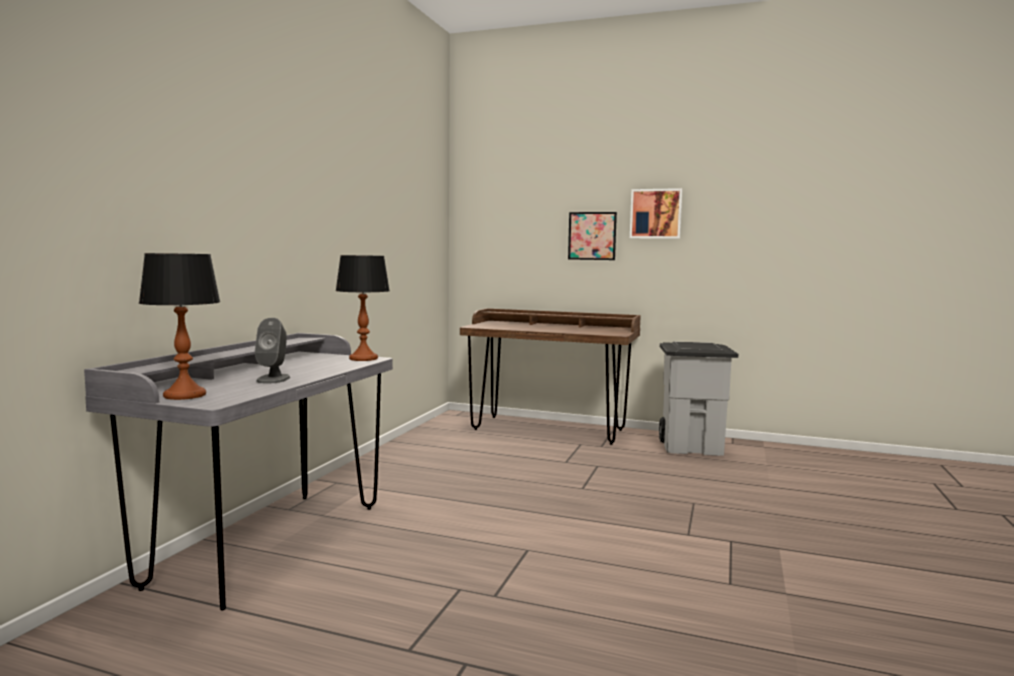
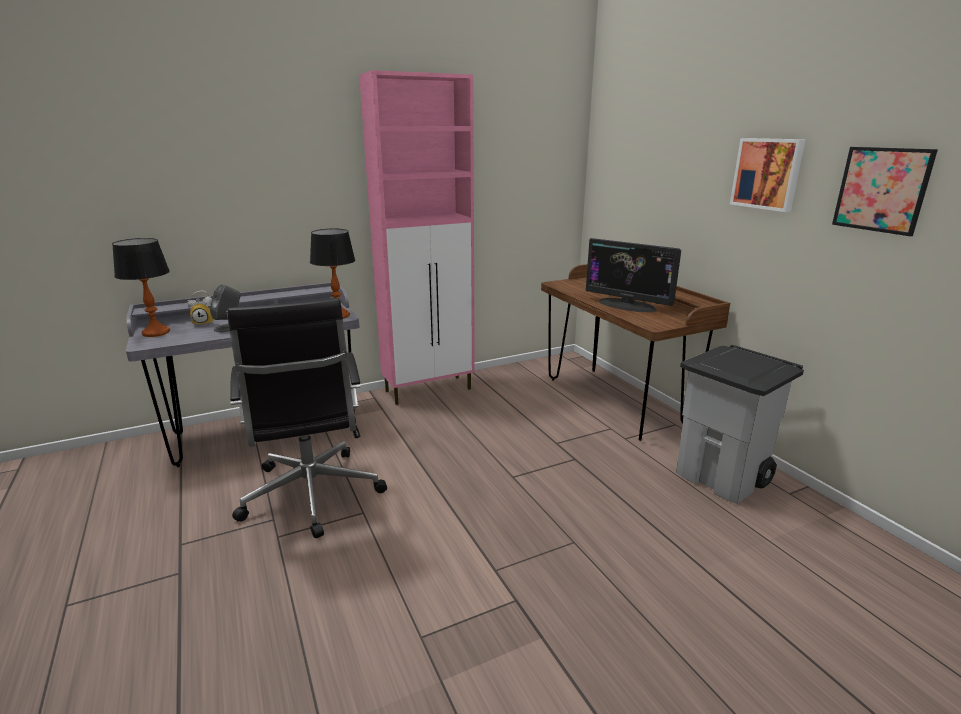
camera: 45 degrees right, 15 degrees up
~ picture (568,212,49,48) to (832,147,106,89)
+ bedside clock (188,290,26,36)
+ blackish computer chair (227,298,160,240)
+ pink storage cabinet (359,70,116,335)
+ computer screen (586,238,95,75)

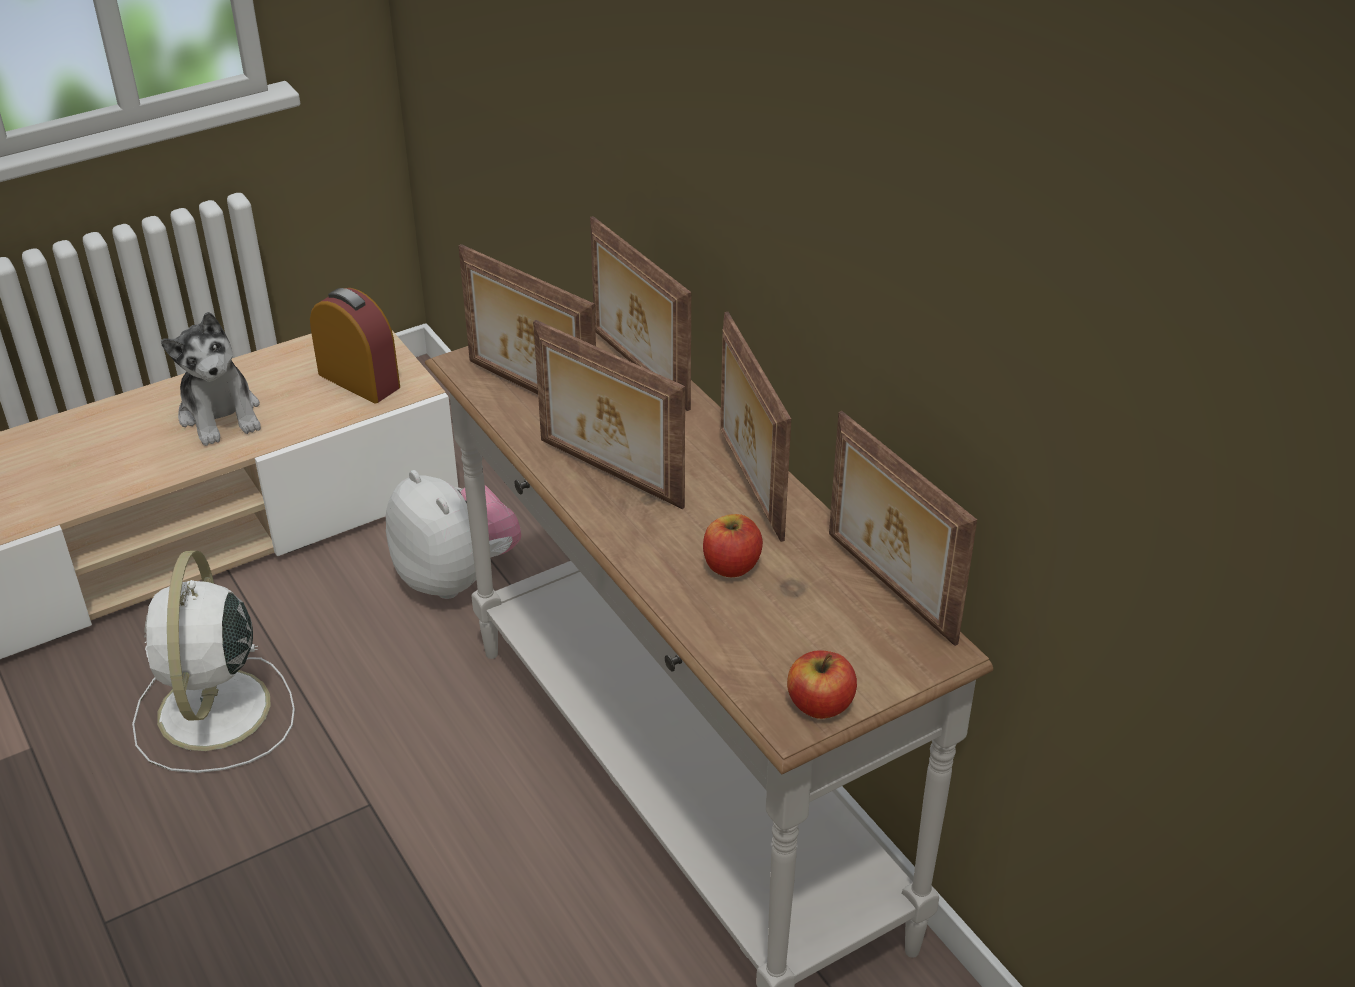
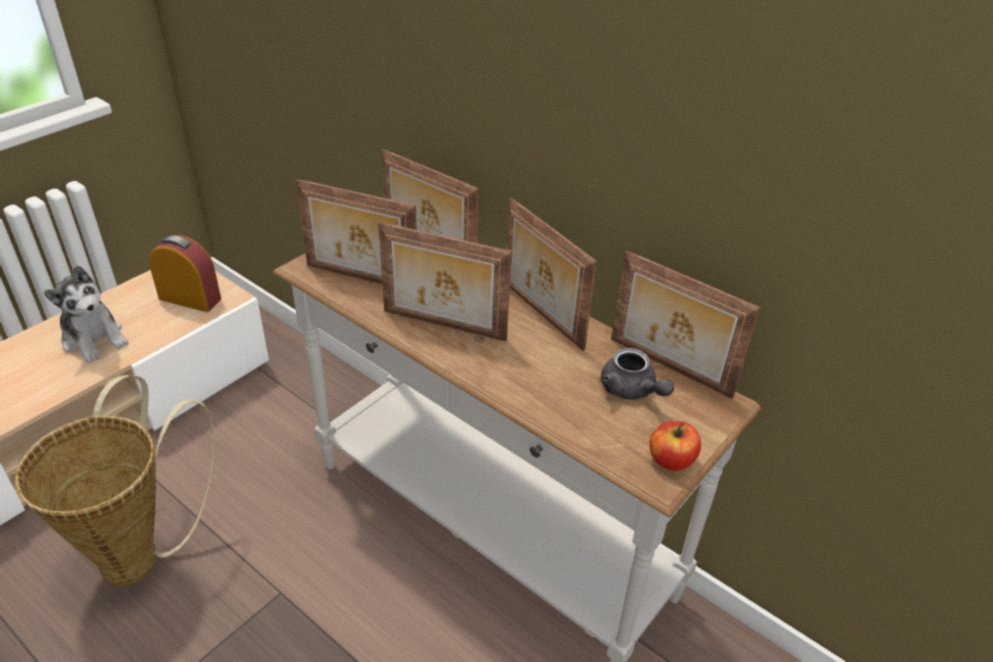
camera: 20 degrees left, 0 degrees up
~ whitish fan (132,551,163,222) to household basket (15,375,199,211)
- soft toy (386,470,135,129)
- apple fruit (703,514,60,63)
+ gray pot for tea (601,348,73,52)

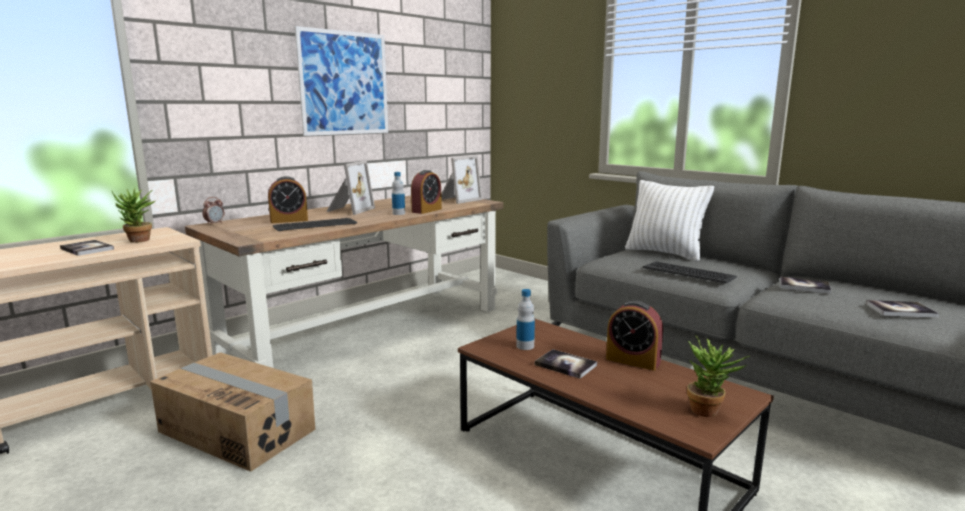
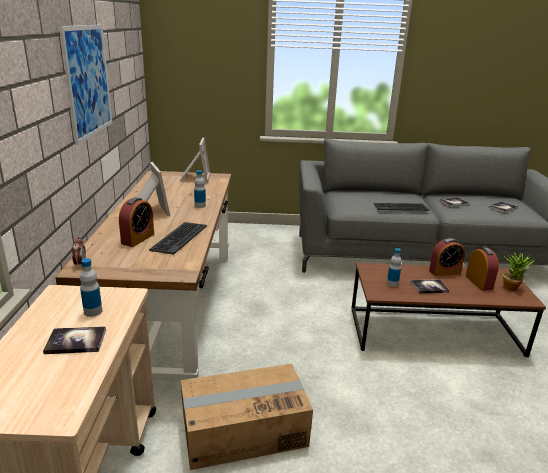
camera: 45 degrees left, 10 degrees up
~ houseplant (111,188,44,55) to drink bottle (80,258,22,59)
~ bedside clock (411,170,31,44) to (465,247,34,44)
- whitish cushion (625,180,89,82)

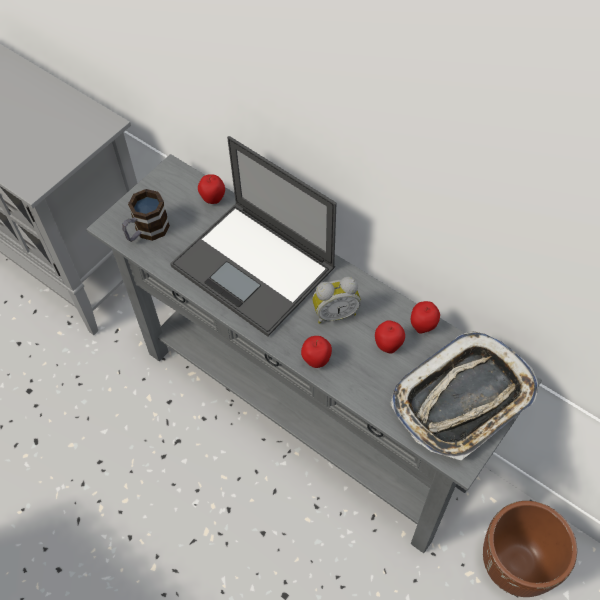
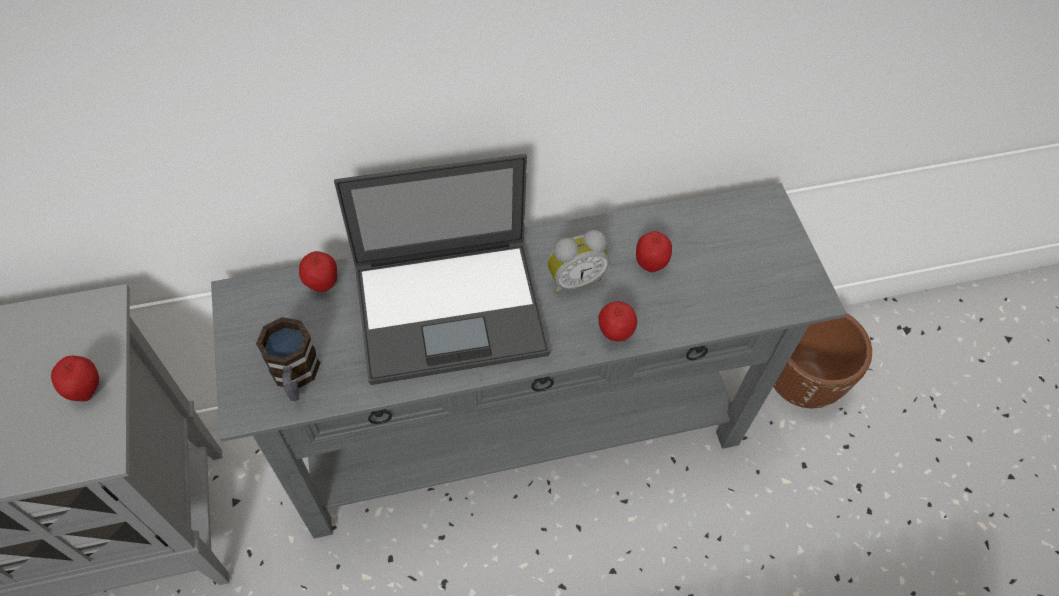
camera: 55 degrees left, 0 degrees up
~ bedside clock (312,277,49,47) = (547,230,63,64) 45 degrees clockwise
- tray (391,331,147,129)
~ apple fruit (411,301,29,32) to (51,356,48,46)

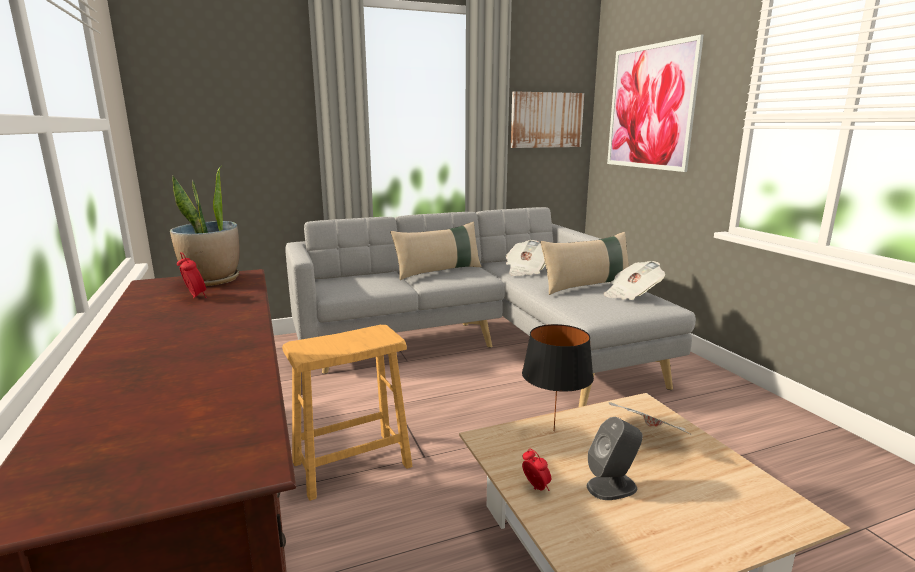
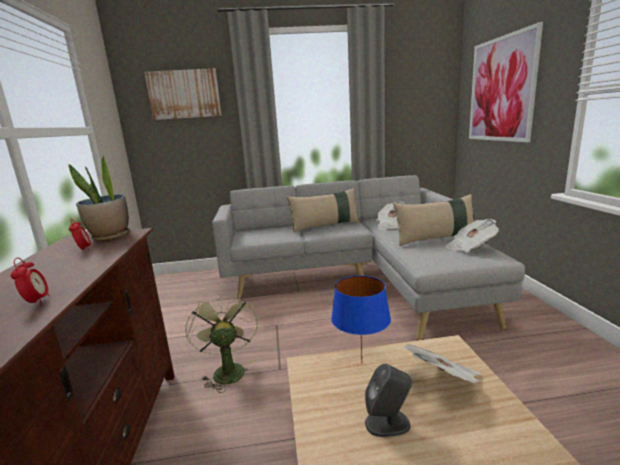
camera: 15 degrees right, 0 degrees up
~ brown stool (282,325,130,176) to greenish fan (185,293,73,100)
~ picture (511,91,73,57) to (145,68,77,52)
~ blackish table lamp (522,324,72,107) to blue table lamp (331,275,60,88)
~ bedside clock (522,449,29,42) to (11,258,38,47)

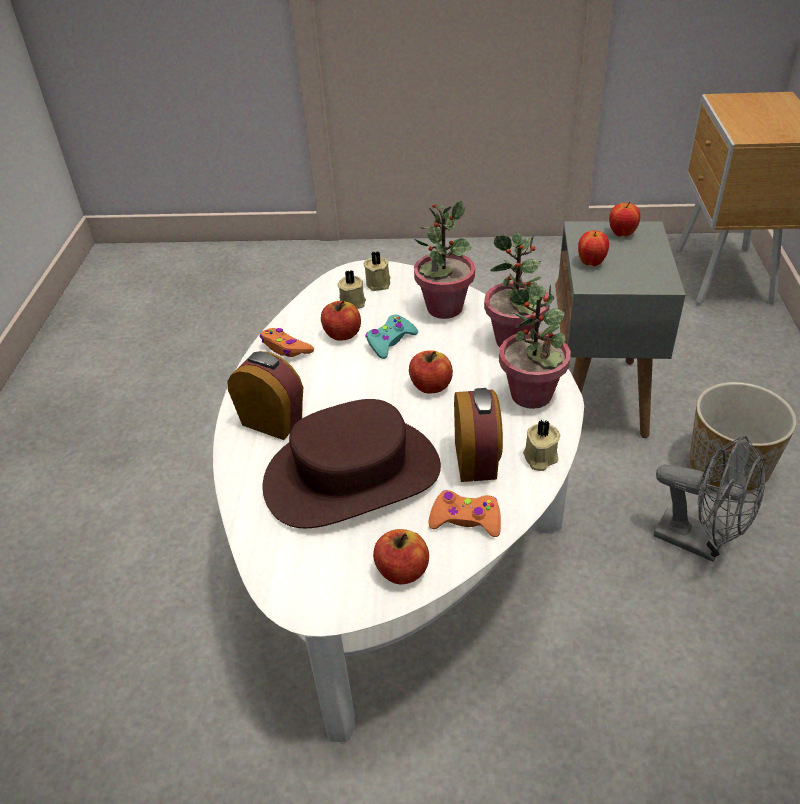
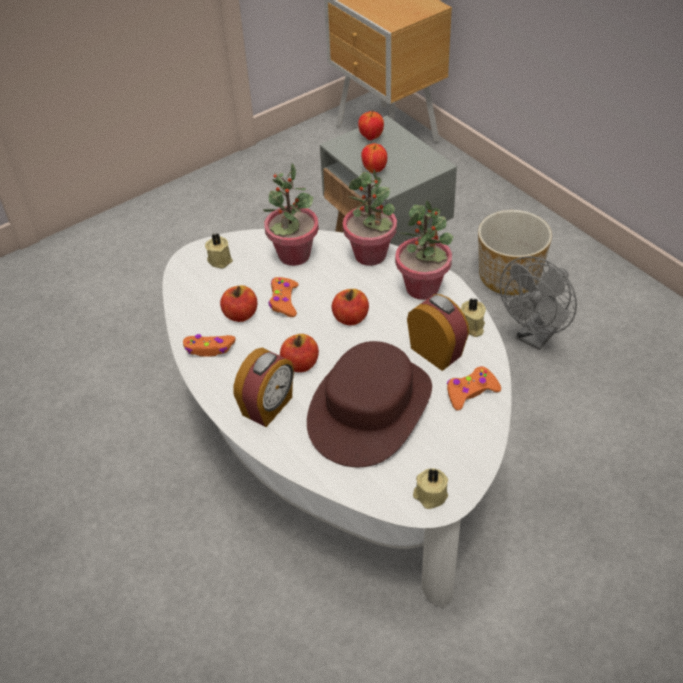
camera: 40 degrees left, 5 degrees up
~ bedside clock (228,351,75,89) = (234,348,60,79) 135 degrees clockwise
~ beige wax candle (337,270,29,39) to (413,468,35,41)
~ turquoise-coloured gamepad (365,314,53,45) to orangey gamepad (269,277,30,40)
~ apple fruit (373,529,56,55) to (280,334,39,38)
~ gray fan (654,436,111,126) = (500,256,77,94) 135 degrees clockwise

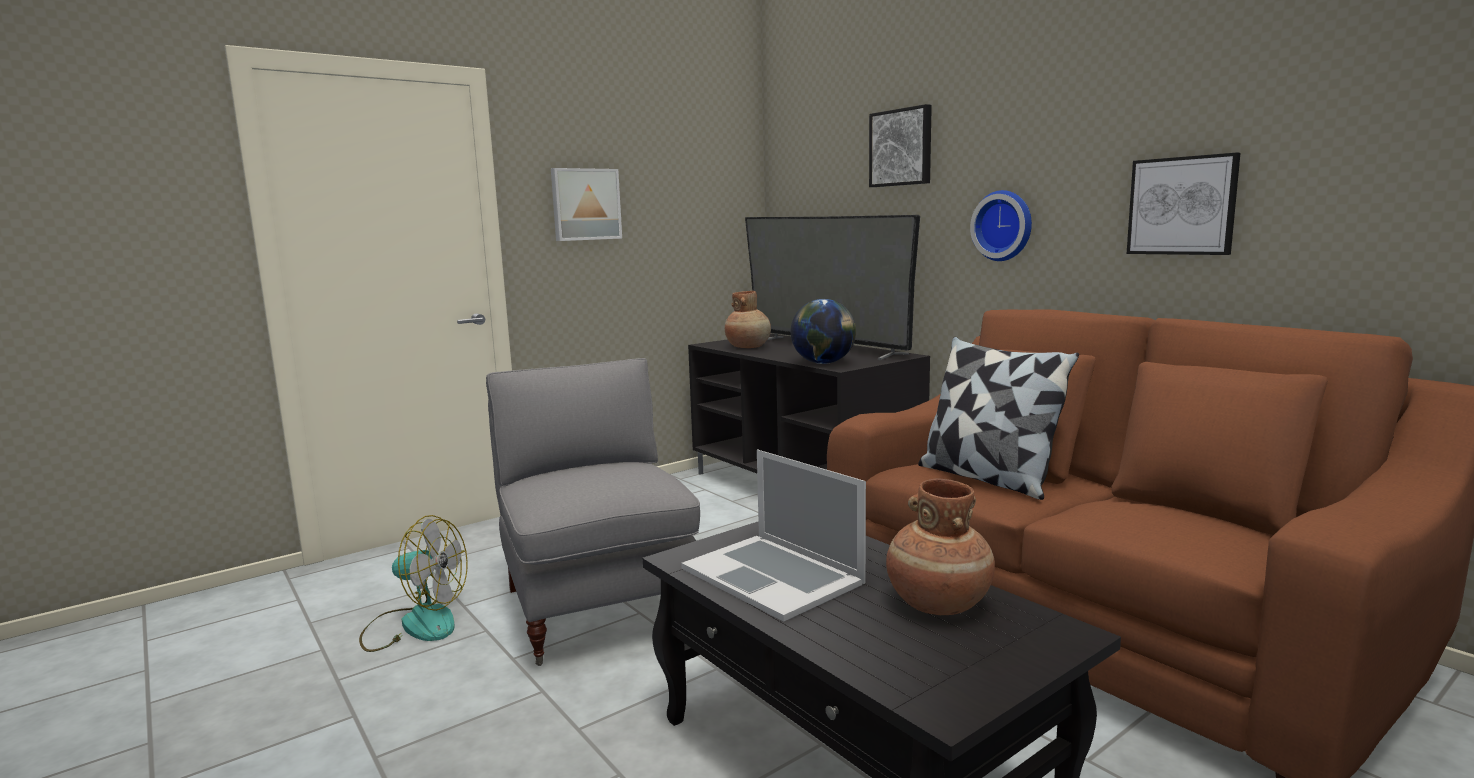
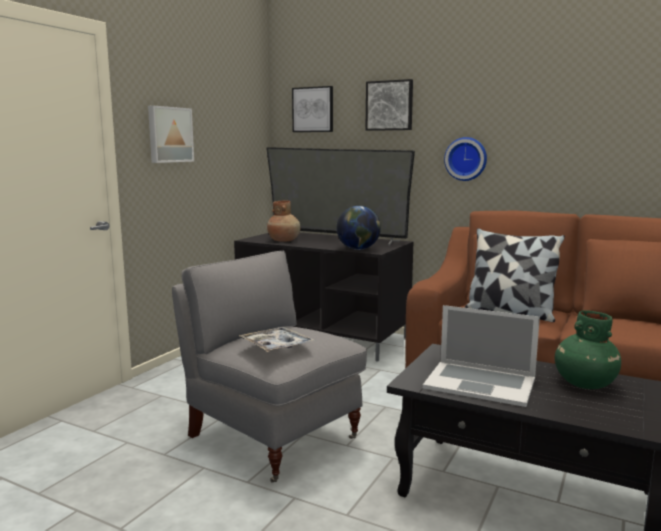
camera: 25 degrees left, 0 degrees up
- fan (359,515,109,137)
~ brown decorative vase (886,479,109,136) to greenish decorative vase (555,310,66,79)
~ picture (1127,153,114,102) to (292,86,41,46)
+ tray (239,327,76,25)

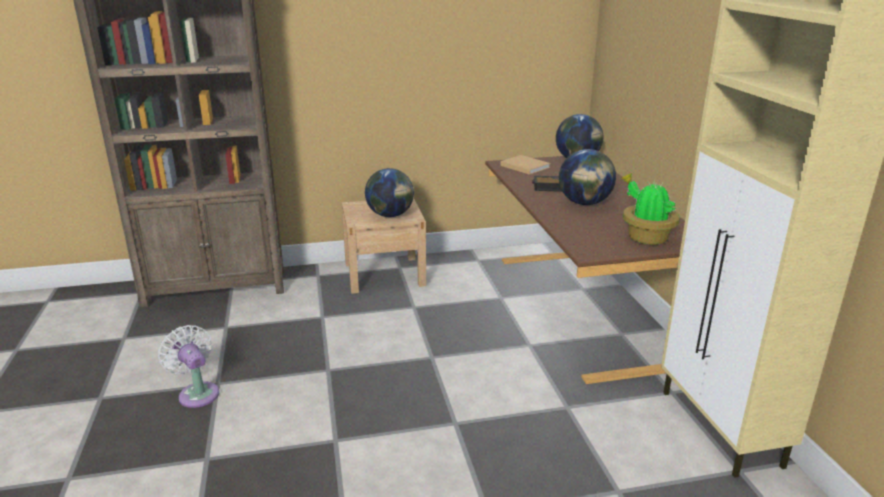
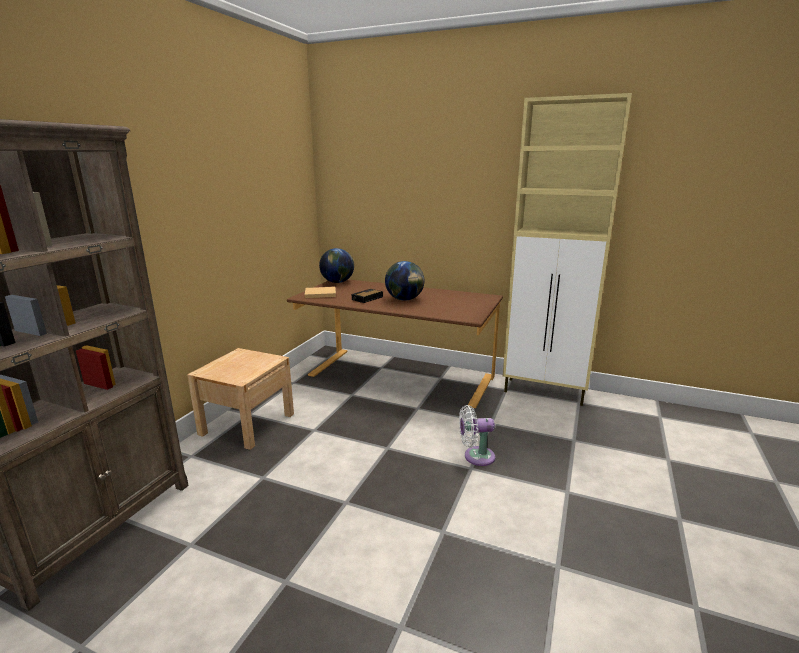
camera: 55 degrees left, 5 degrees down
~ whitish fan (158,325,61,83) to (459,405,36,61)
- globe (365,168,49,49)
- houseplant (621,173,59,72)

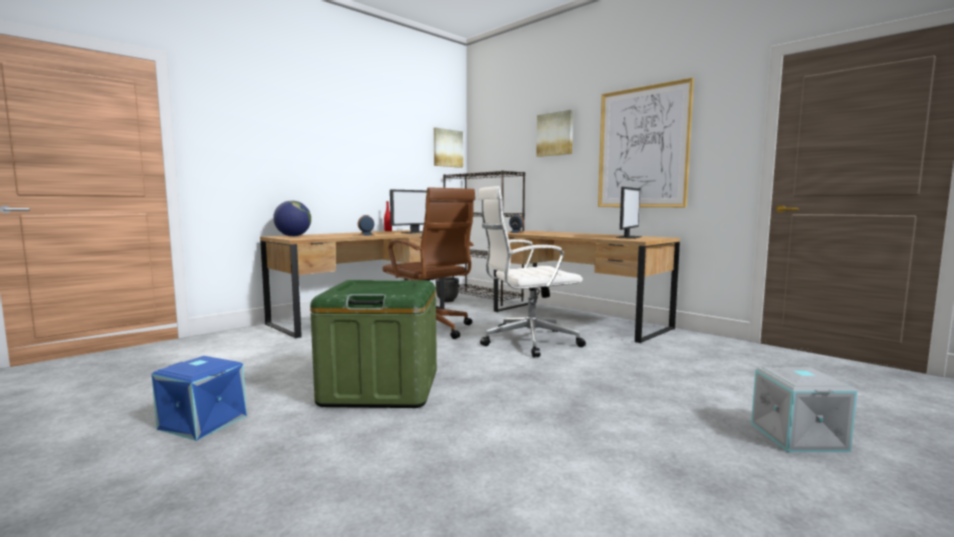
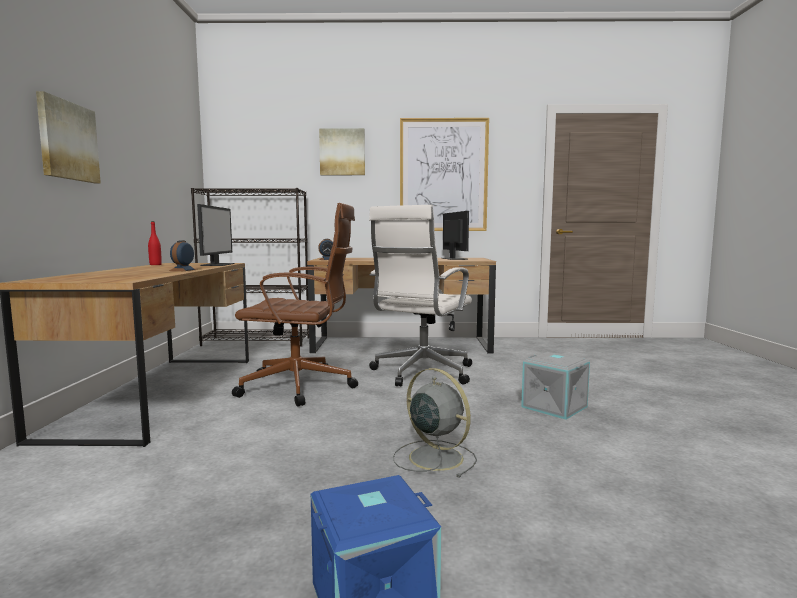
camera: 45 degrees left, 0 degrees up
- globe (273,200,38,36)
~ greenish storage container (310,280,127,128) to gray fan (393,368,84,110)
~ picture (434,128,29,40) to (36,91,65,92)
- blackish flower pot (436,277,23,25)
~ gray storage container (751,367,106,85) to (521,352,69,68)

